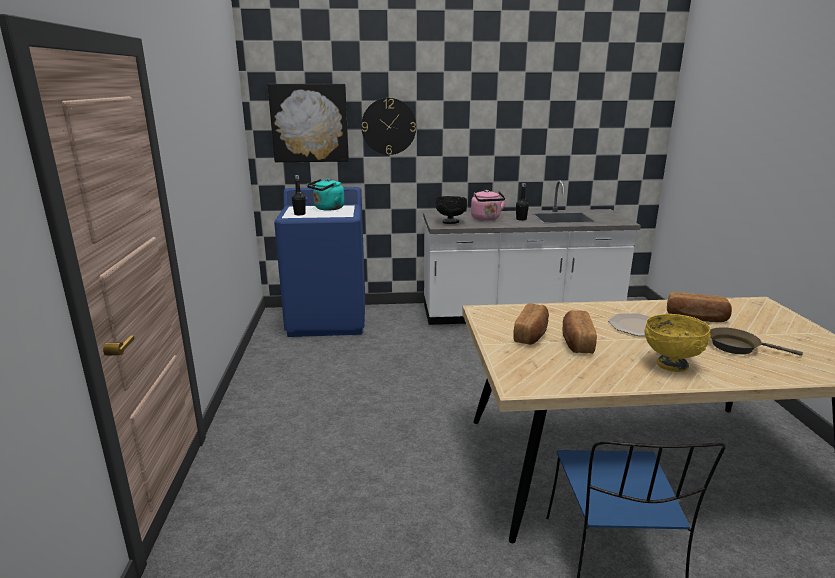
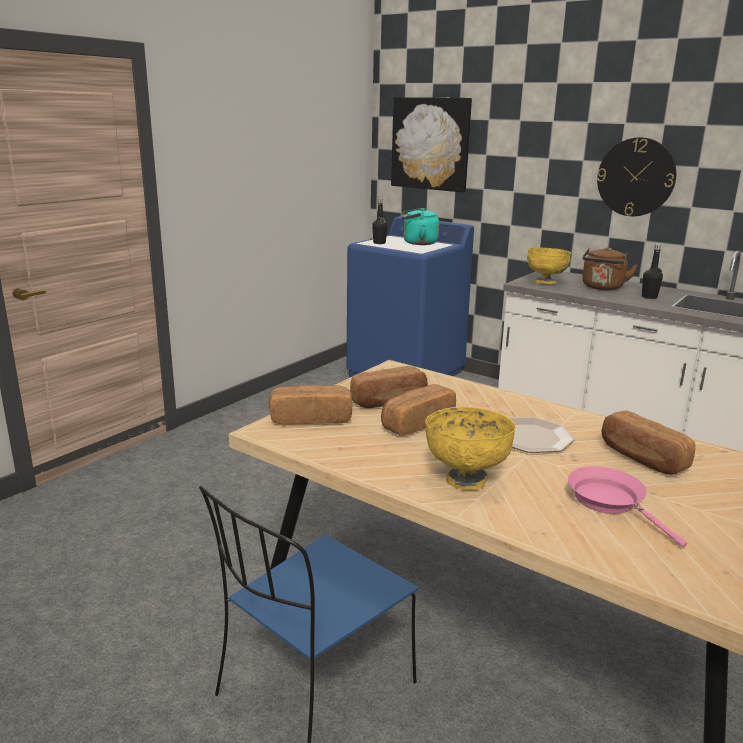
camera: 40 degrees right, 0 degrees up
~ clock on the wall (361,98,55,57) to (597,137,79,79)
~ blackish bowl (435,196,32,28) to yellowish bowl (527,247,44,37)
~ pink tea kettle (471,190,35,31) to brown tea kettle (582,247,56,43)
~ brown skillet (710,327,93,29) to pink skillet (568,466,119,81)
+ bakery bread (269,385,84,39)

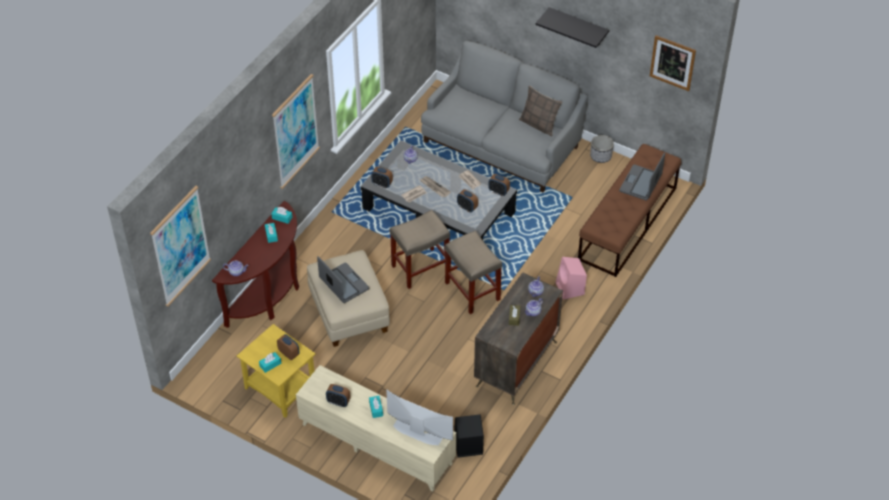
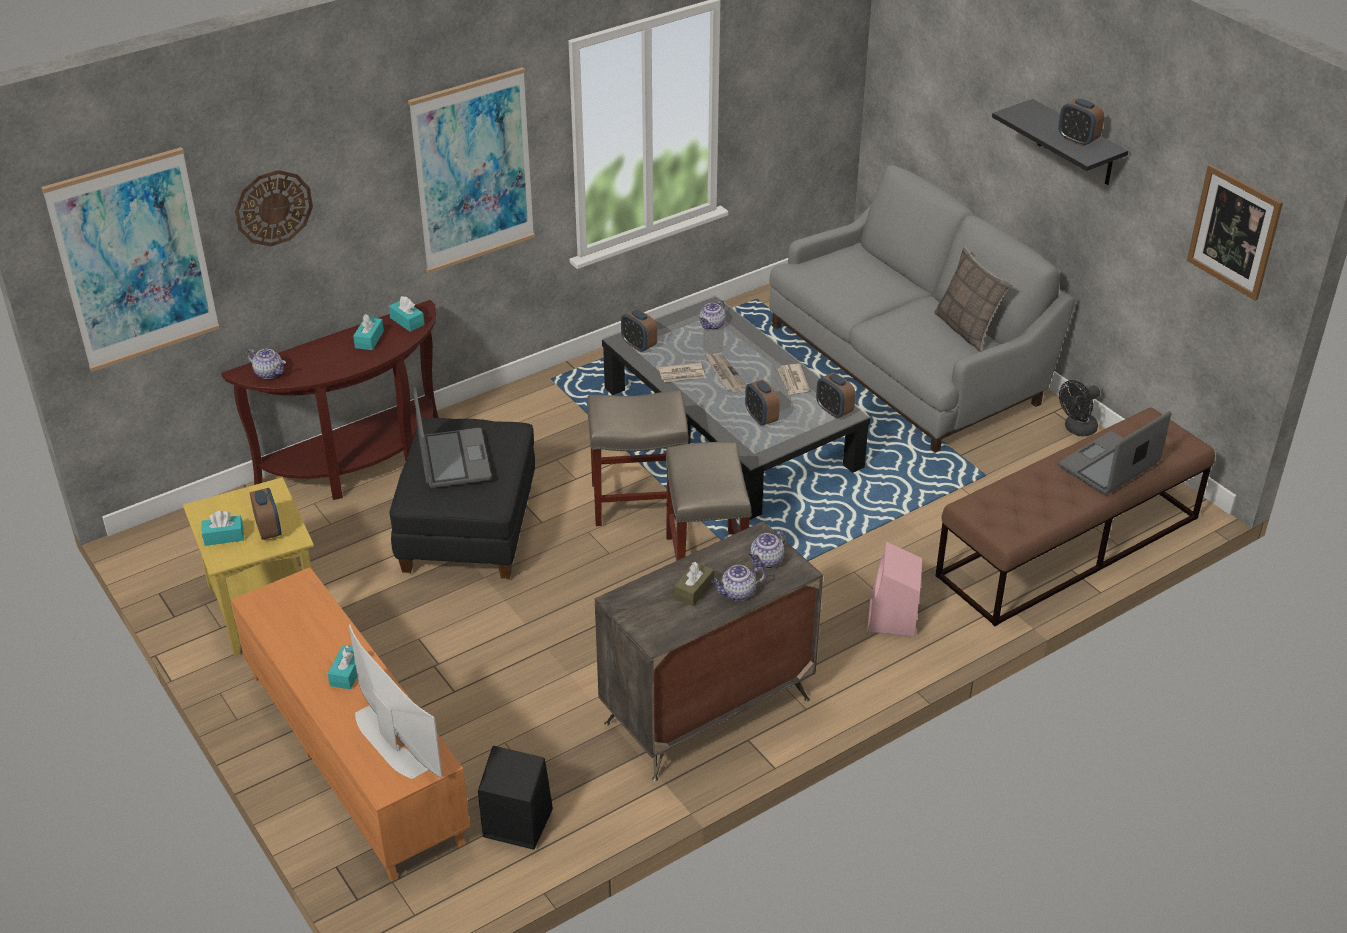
camera: 25 degrees right, 10 degrees down
~ beige media console (296,365,160,126) to orangey media console (231,567,239,315)
~ beige ottoman (307,250,83,97) to blackish ottoman (389,418,146,161)
~ bedside clock (326,384,25,23) to (1058,98,46,48)
~ flower pot (590,135,24,28) to blackish fan (1059,380,41,56)
+ clock on the wall (235,170,78,76)

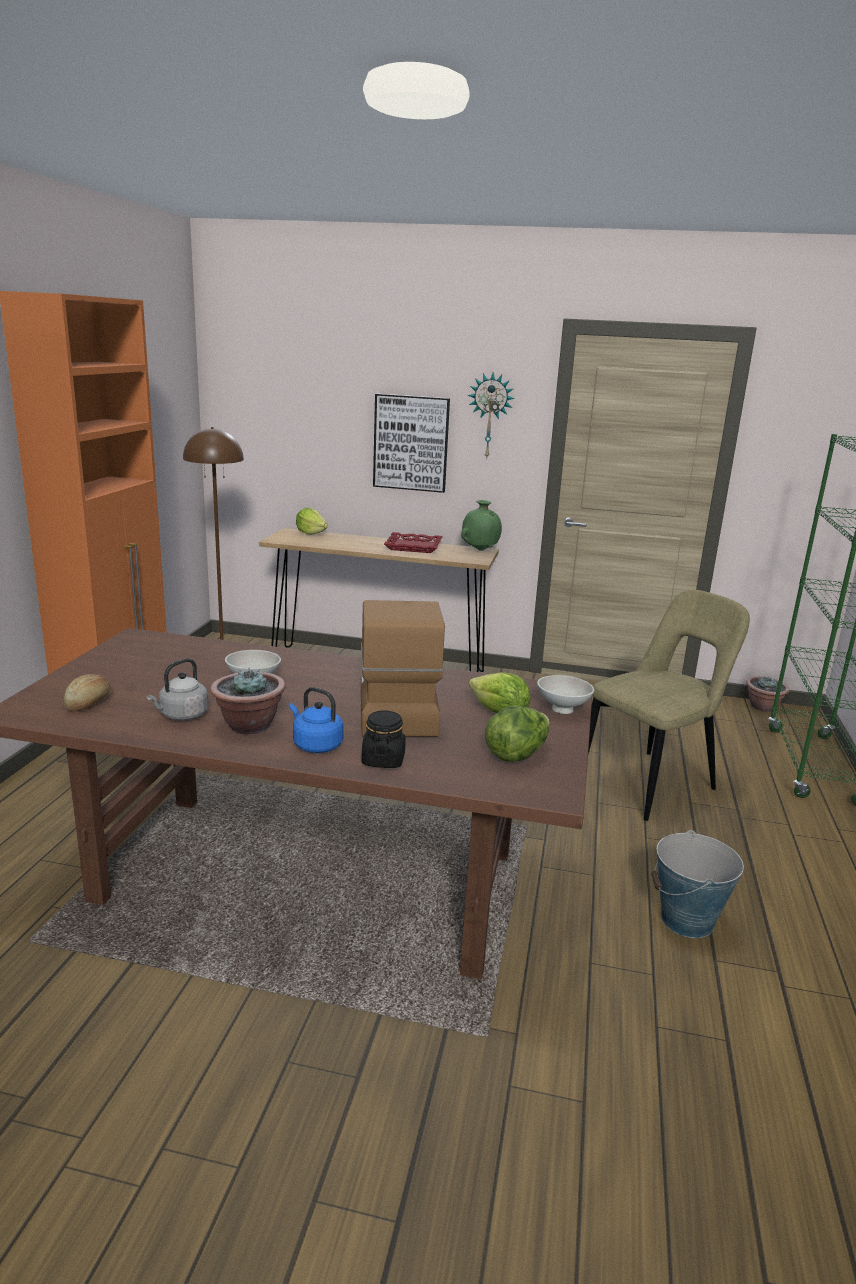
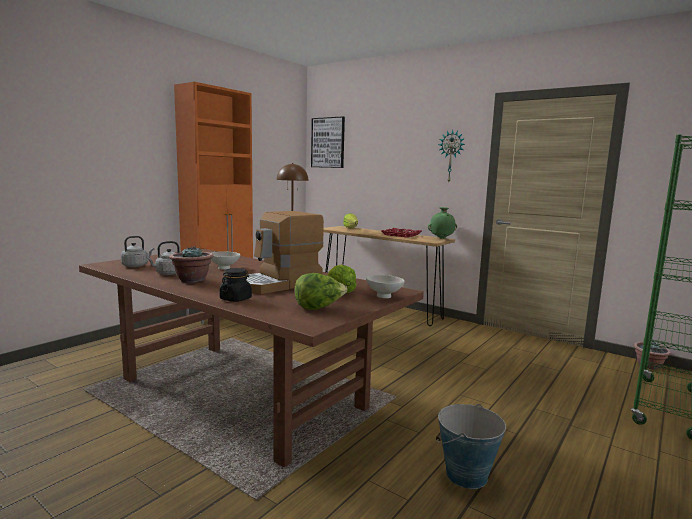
camera: 25 degrees right, 10 degrees down
~ bakery bread (64,674,46,37) to gray tea kettle (121,236,33,31)
- blue tea kettle (289,687,55,66)
~ coffee brewer (361,600,84,137) = (246,211,78,83) 150 degrees counterclockwise
~ picture (373,394,77,99) to (311,116,34,52)
- beige plain chair (588,590,162,231)

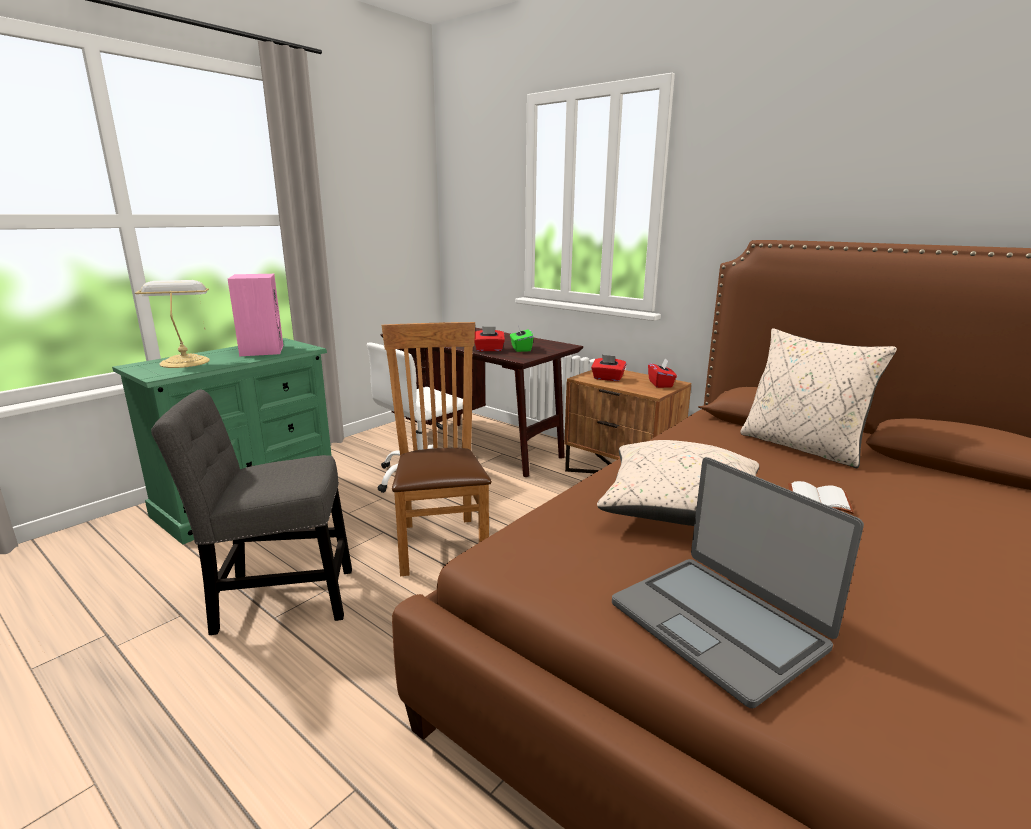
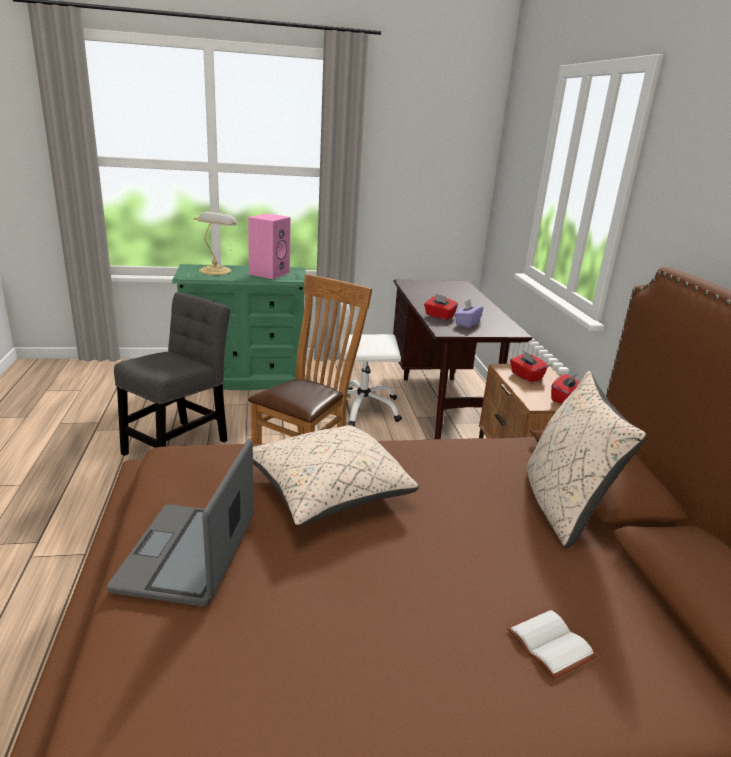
camera: 40 degrees right, 5 degrees up
~ gray plain chair (151,390,201,245) = (114,292,116,164) 90 degrees clockwise
~ greenish tissue holder (510,326,23,26) to purple tissue holder (455,299,28,29)
~ whitish volume (788,481,66,33) to (507,609,90,70)

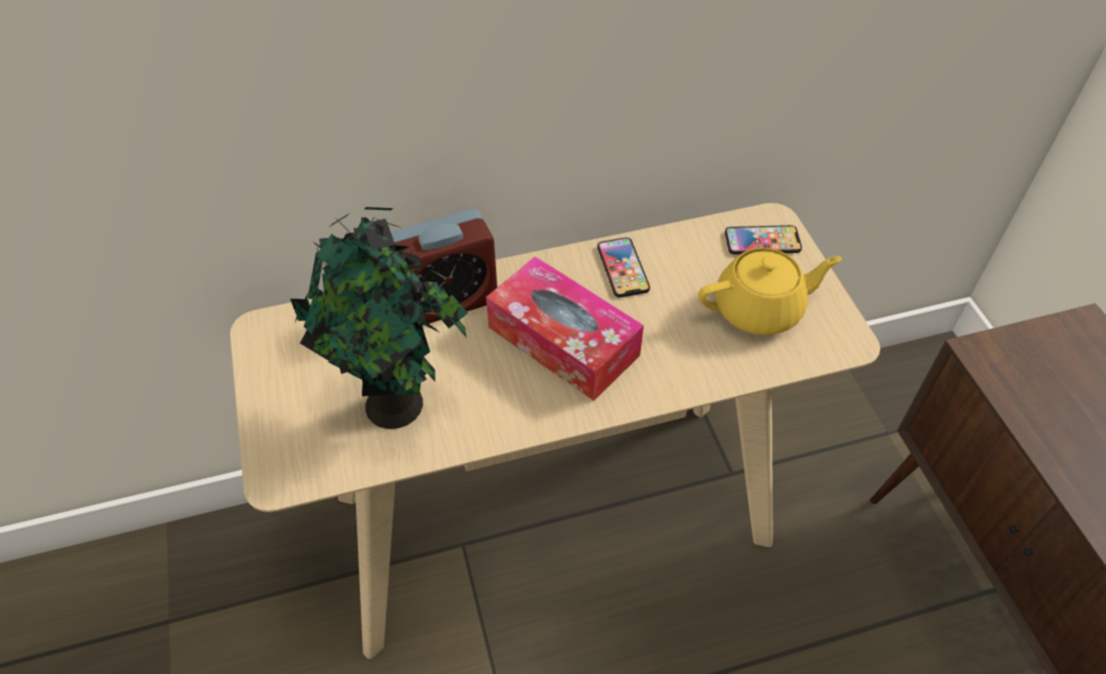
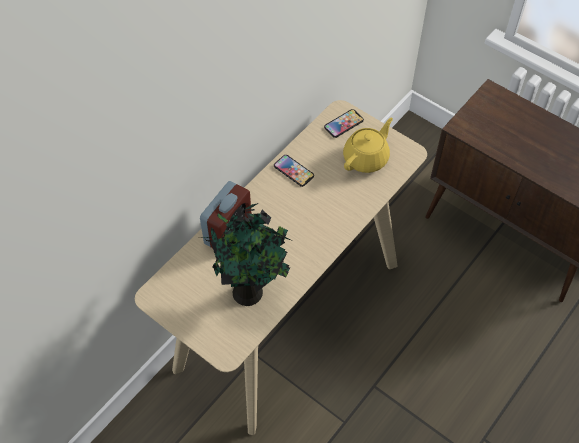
camera: 35 degrees left, 5 degrees up
- tissue holder (486,256,158,145)

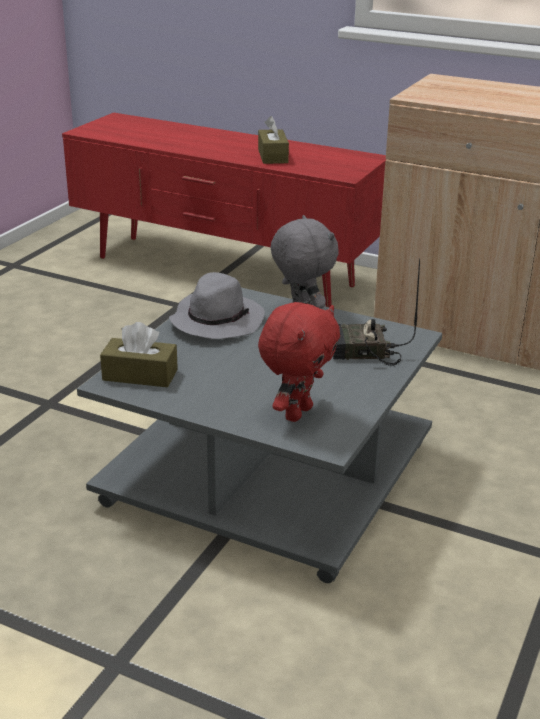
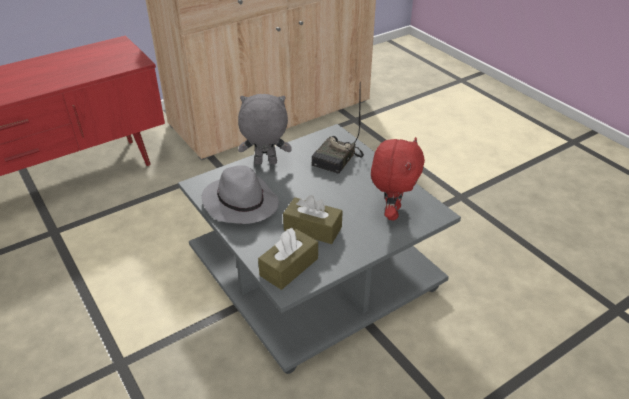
camera: 60 degrees left, 10 degrees up
~ brown tissue holder (258,116,31,48) to (283,195,60,49)
~ red soft toy (258,302,82,120) = (371,137,54,83) 45 degrees clockwise

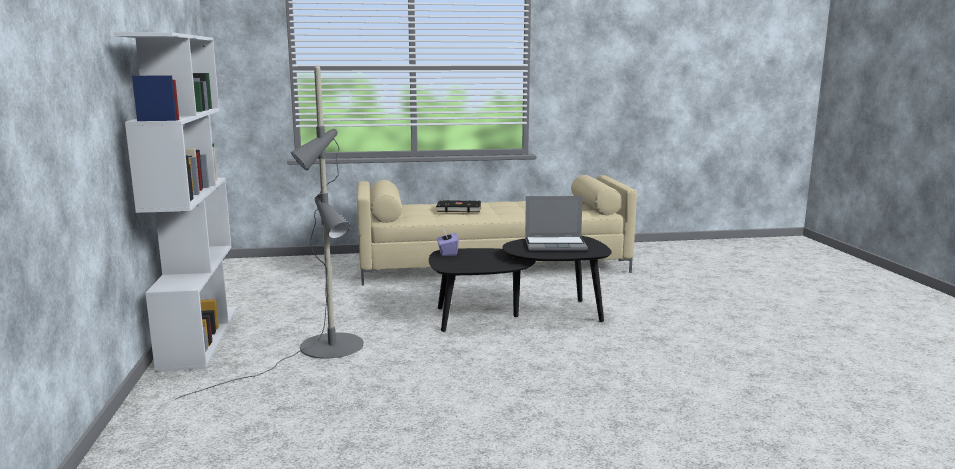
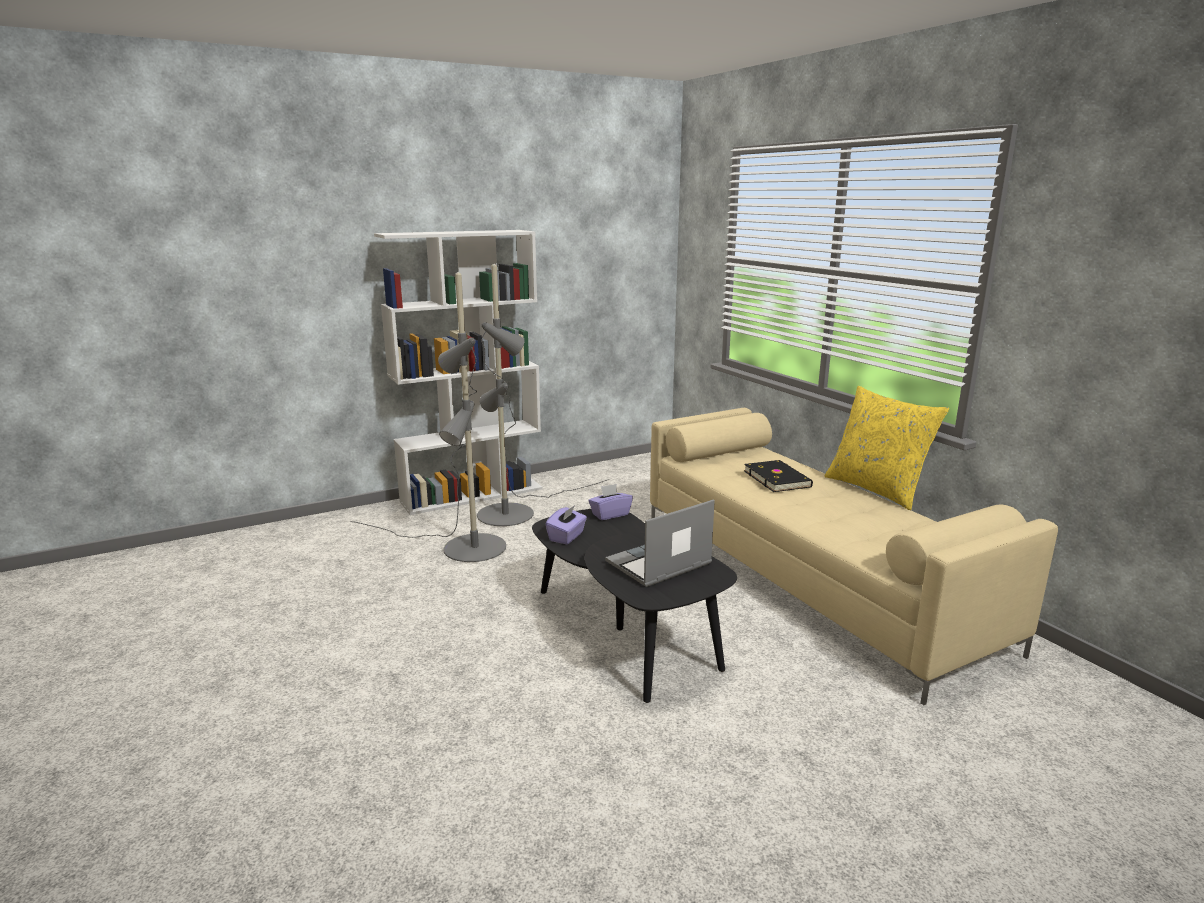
camera: 70 degrees right, 5 degrees up
~ notebook computer (525,196,63,55) = (605,499,110,88) 75 degrees clockwise
+ gray standing lamp (477,264,132,262)
+ purple tissue holder (546,505,41,39)
+ yellowish cushion (825,386,124,124)

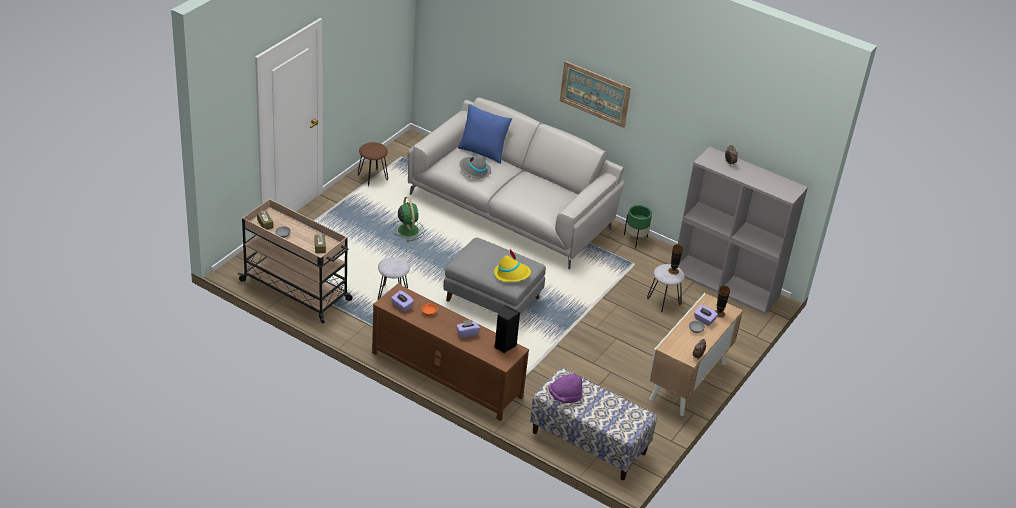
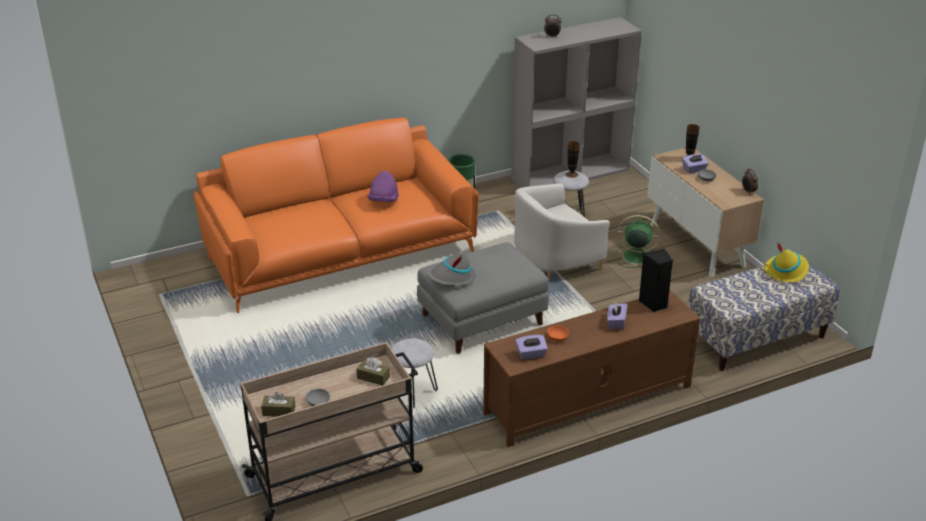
camera: 55 degrees left, 5 degrees down
- brown stool (357,142,31,44)
~ greenish fan (391,197,33,45) to (615,215,45,53)
~ gray sofa (408,97,217,172) to orangey sofa (194,118,285,195)
- blue cushion (458,104,54,60)
~ gray clothing hat (459,155,32,24) to (428,251,48,35)
~ yellowish clothing hat (494,249,37,33) to (764,242,45,40)
~ purple clothing hat (549,374,34,29) to (367,171,32,31)
- picture (560,61,71,67)
+ whitish easy chair (514,184,95,95)

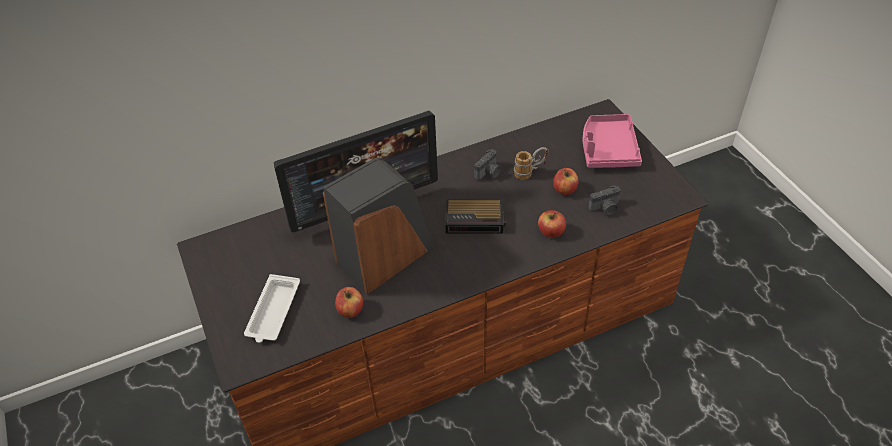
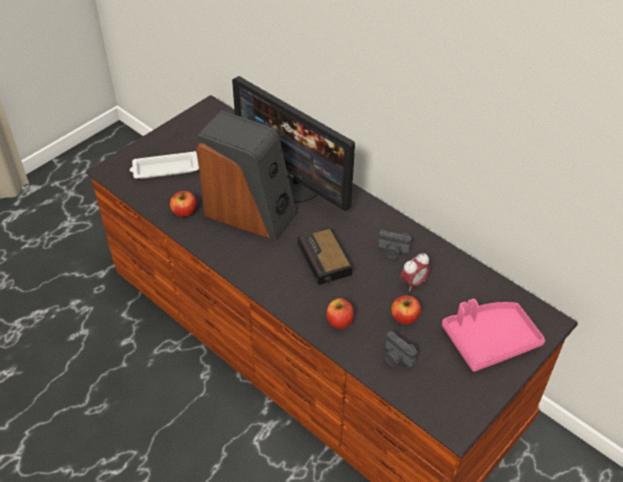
camera: 65 degrees right, 0 degrees up
~ tea mug (514,147,35,33) to bedside clock (401,253,29,38)

